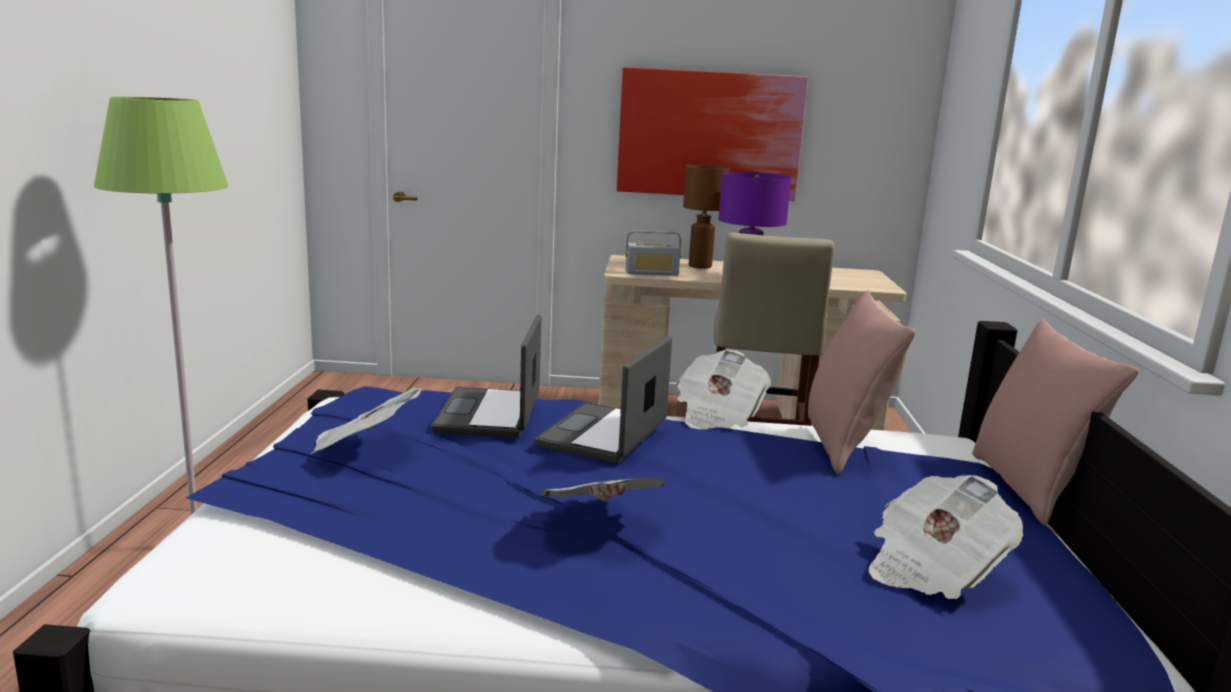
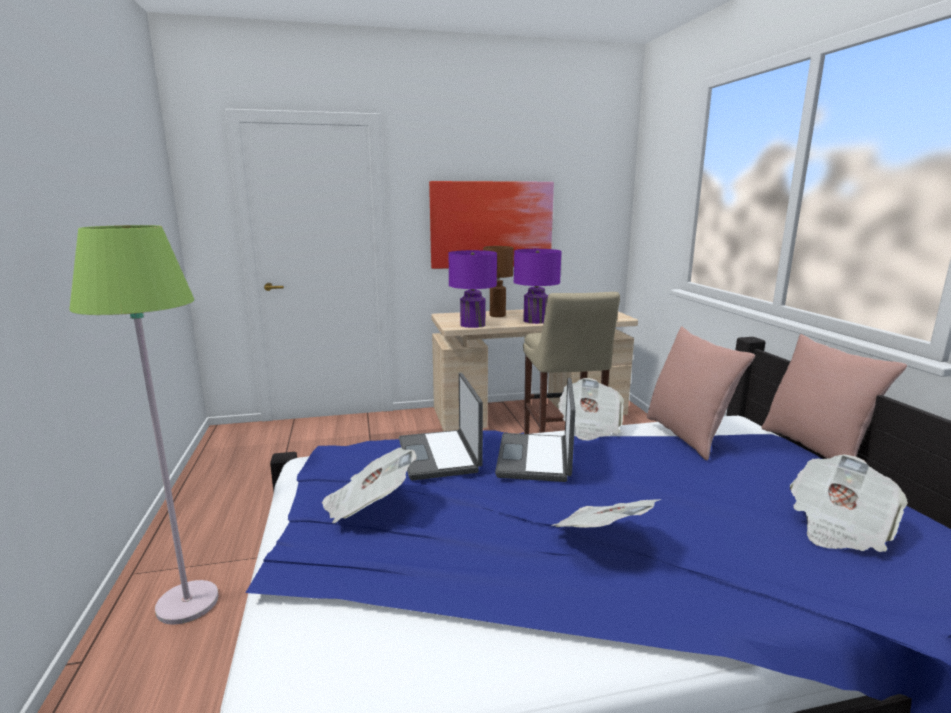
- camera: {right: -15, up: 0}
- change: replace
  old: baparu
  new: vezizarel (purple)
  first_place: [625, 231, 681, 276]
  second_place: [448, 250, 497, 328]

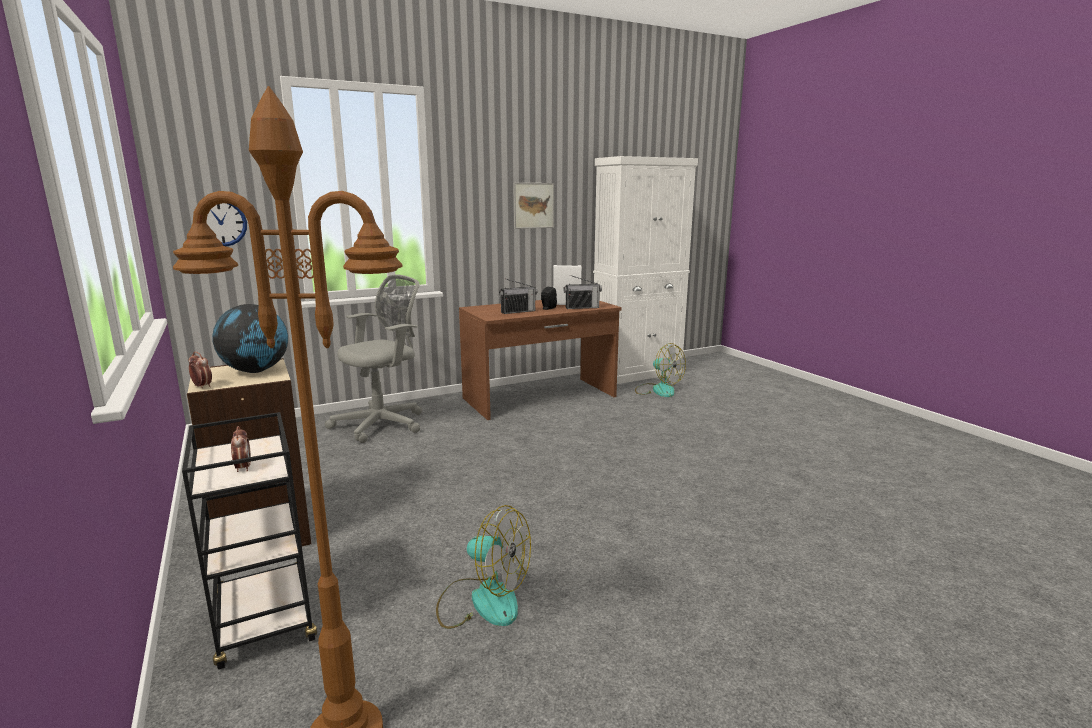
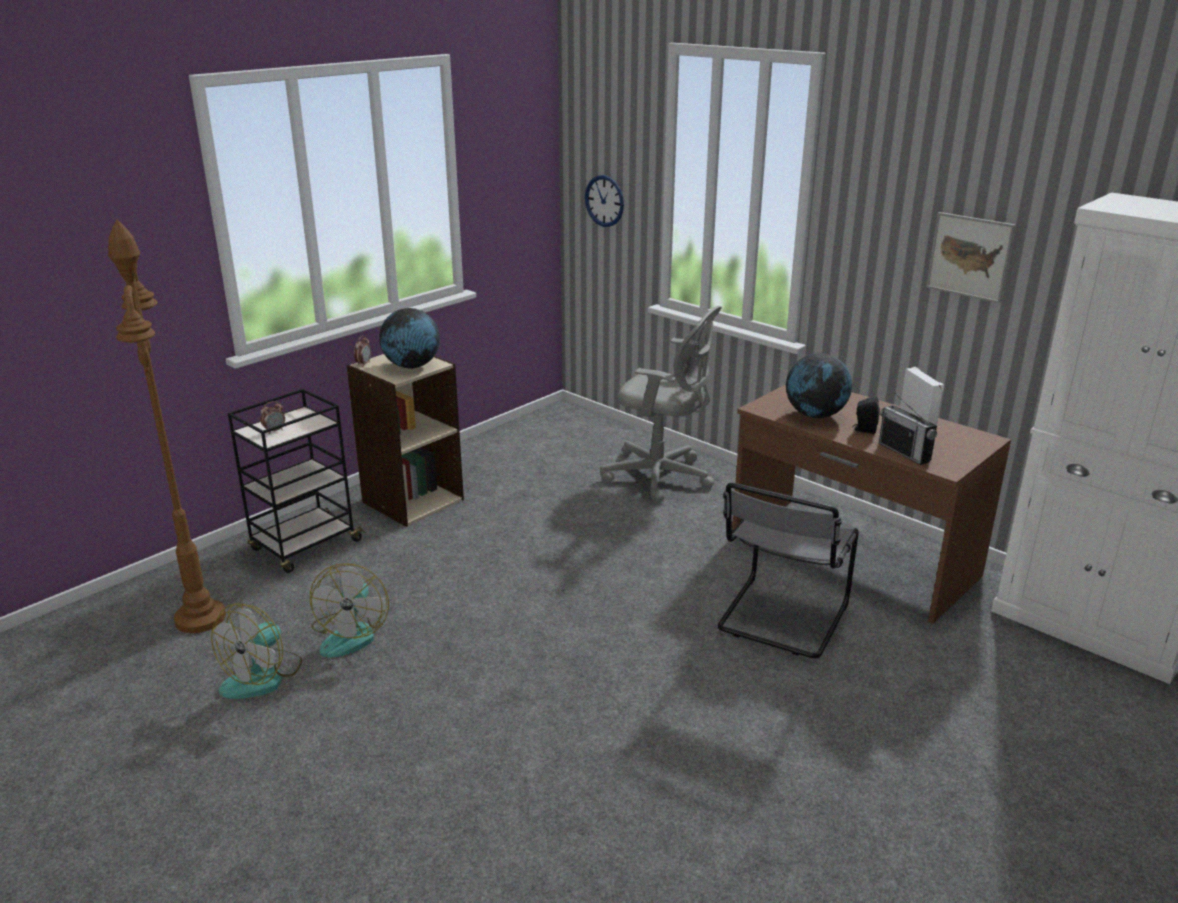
- camera: {right: 70, up: 10}
- change: replace
  old: baparu
  new: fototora
  first_place: [499, 279, 537, 314]
  second_place: [786, 353, 852, 418]
- change: move
  old: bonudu
  first_place: [635, 343, 686, 397]
  second_place: [211, 603, 302, 699]
- change: insert
  new: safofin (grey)
  second_place: [718, 483, 858, 658]

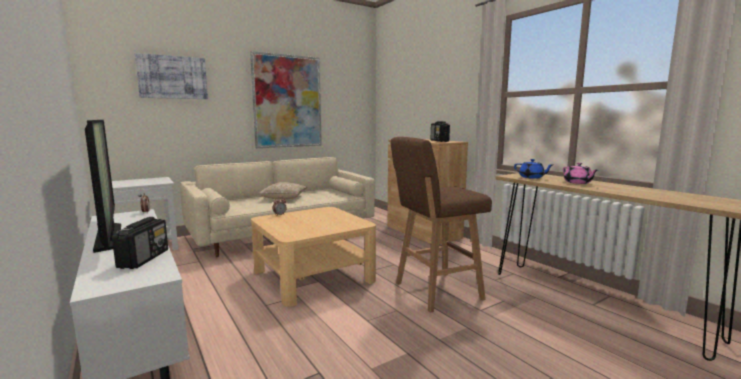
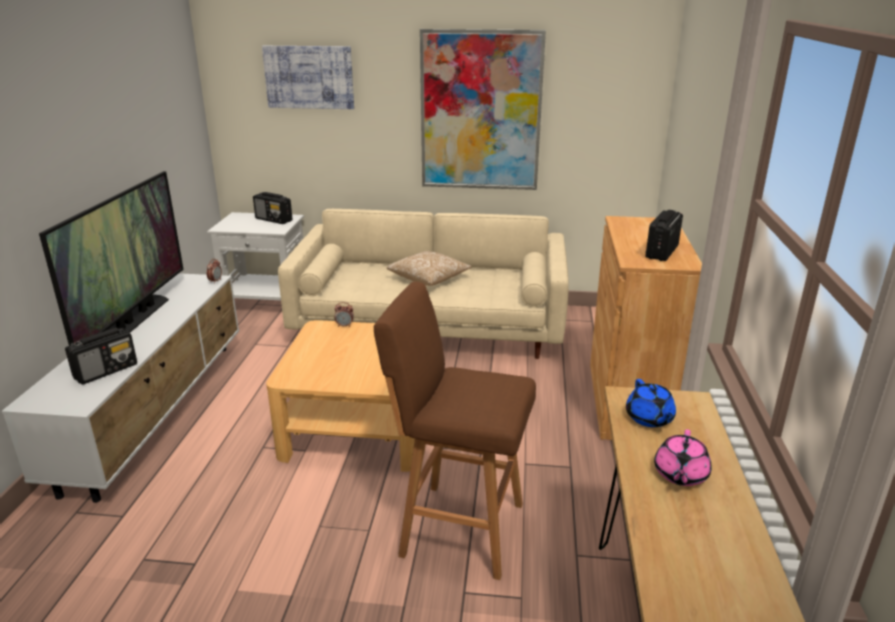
- camera: {right: 40, up: 15}
- change: insert
  new: baparu
  second_place: [253, 192, 293, 224]

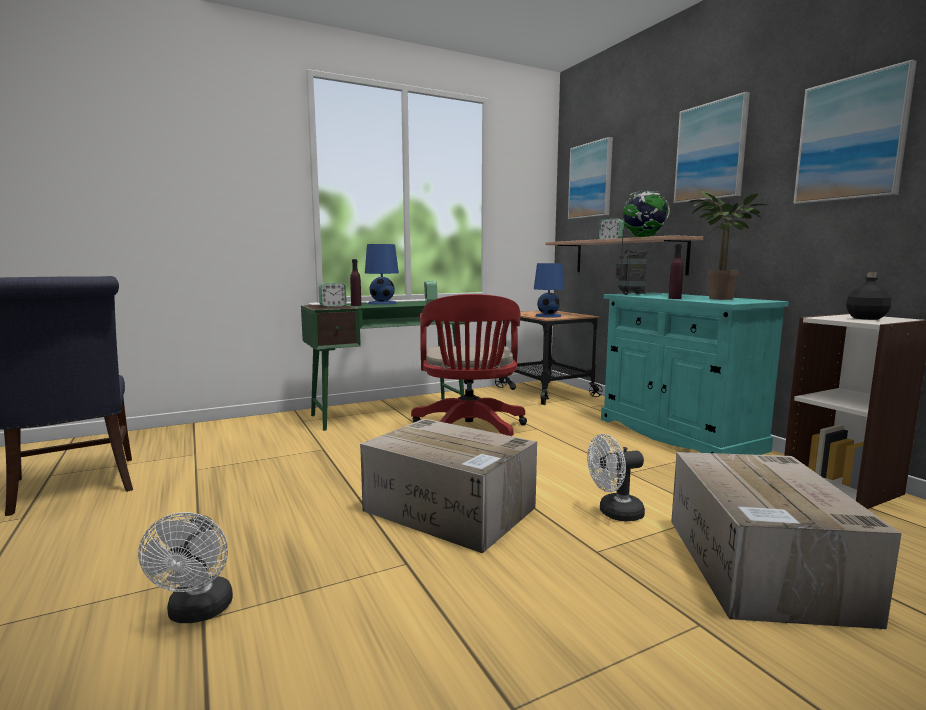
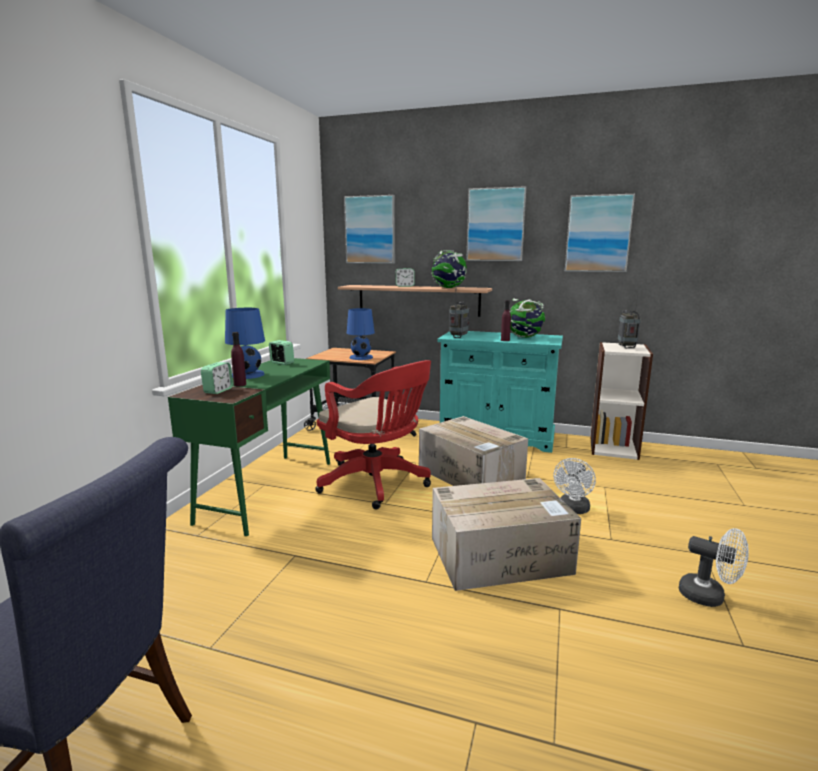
- camera: {right: -45, up: 5}
- change: move
  old: bonudu (white)
  first_place: [138, 512, 233, 623]
  second_place: [679, 528, 749, 607]
- change: move
  old: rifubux
  first_place: [671, 452, 902, 629]
  second_place: [419, 416, 528, 486]
- change: replace
  old: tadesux
  new: fototora
  first_place: [688, 191, 767, 300]
  second_place: [509, 299, 545, 338]
- change: replace
  old: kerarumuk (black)
  new: baparu
  first_place: [846, 273, 891, 320]
  second_place: [618, 294, 641, 349]

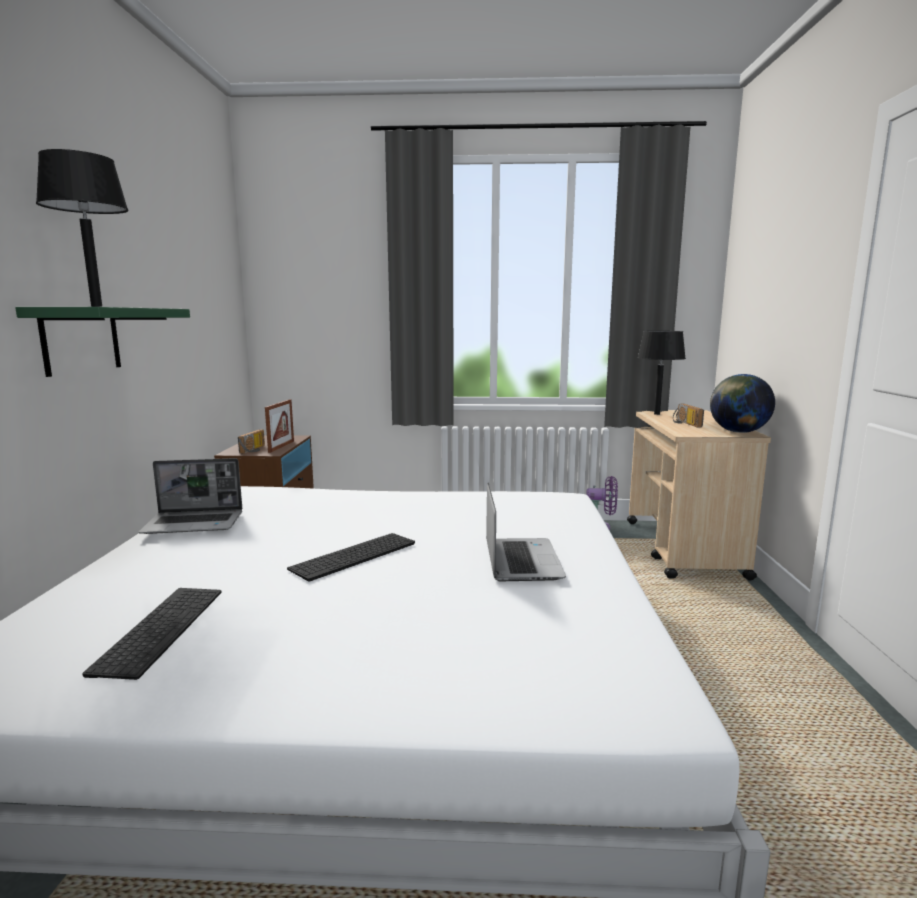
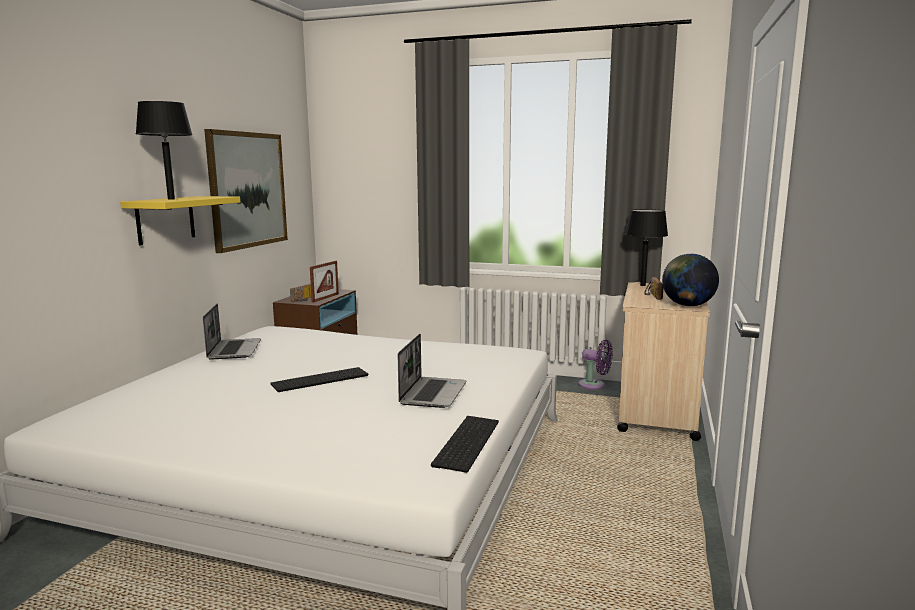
- camera: {right: 15, up: 0}
- change: recolor
  old: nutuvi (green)
  new: nutuvi (yellow)
  first_place: [15, 307, 190, 377]
  second_place: [120, 196, 240, 245]
- change: move
  old: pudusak
  first_place: [82, 588, 222, 680]
  second_place: [431, 416, 499, 473]
- change: rotate
  old: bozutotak
  first_place: [138, 458, 242, 534]
  second_place: [203, 304, 261, 360]
  degrees: -105
- change: insert
  new: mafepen
  second_place: [204, 129, 288, 253]

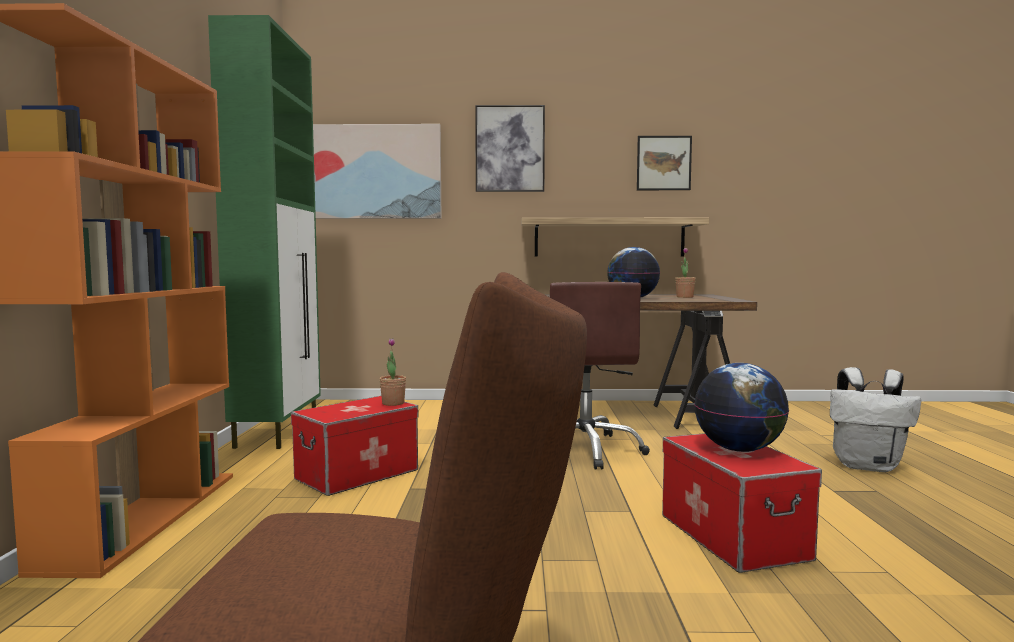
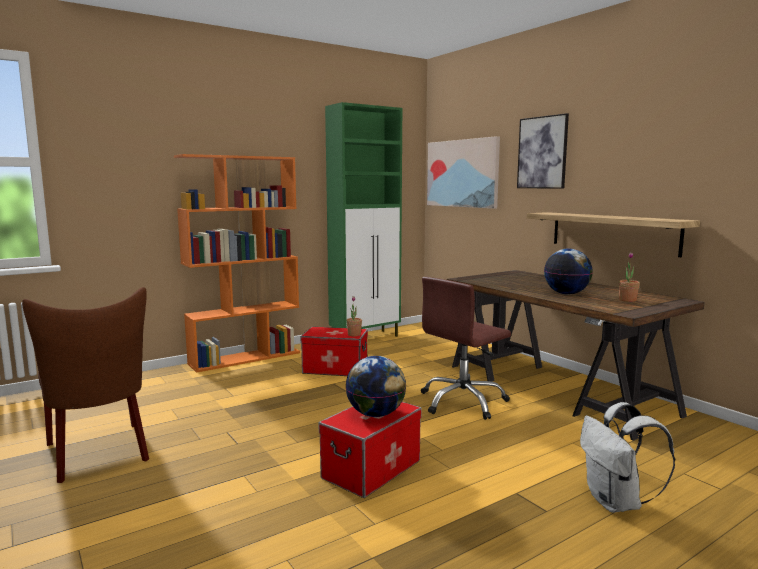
- camera: {right: 55, up: 5}
- change: delete
  old: mafepen
  first_place: [637, 136, 692, 190]

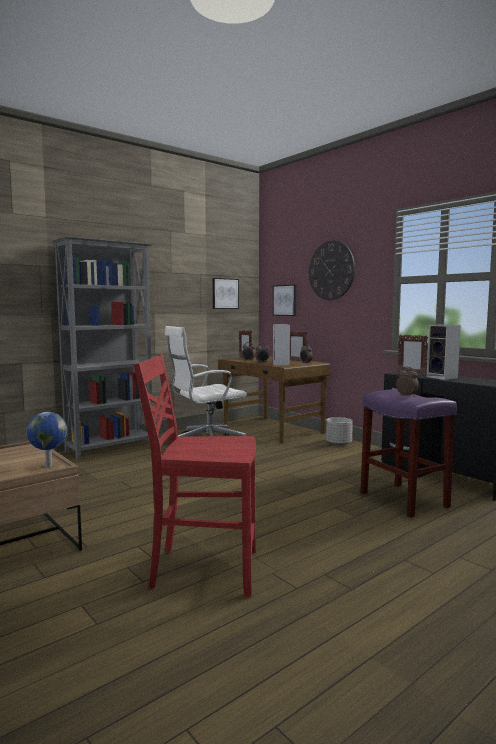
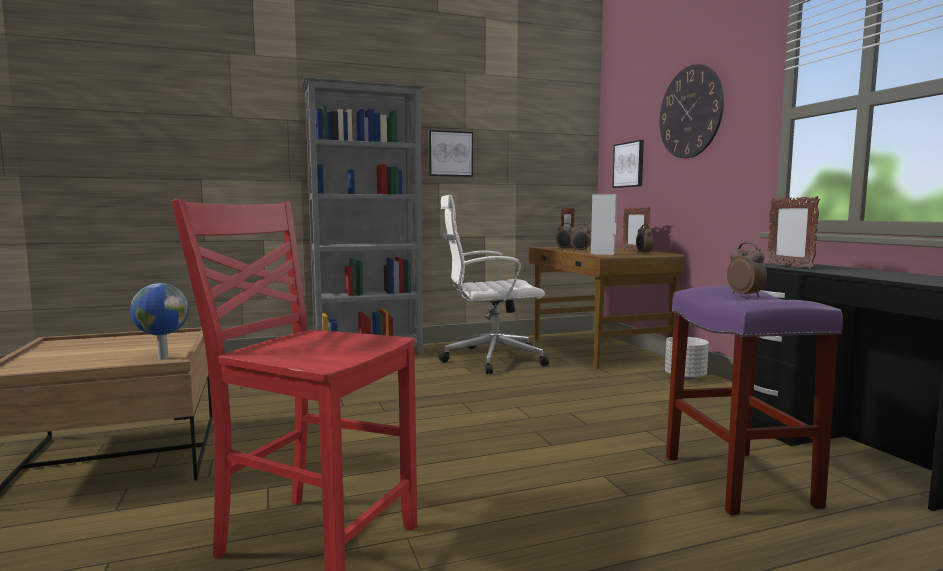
- camera: {right: 20, up: 0}
- change: move
  old: mafepen
  first_place: [212, 278, 239, 309]
  second_place: [429, 130, 473, 177]
- change: delete
  old: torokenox
  first_place: [427, 325, 461, 380]

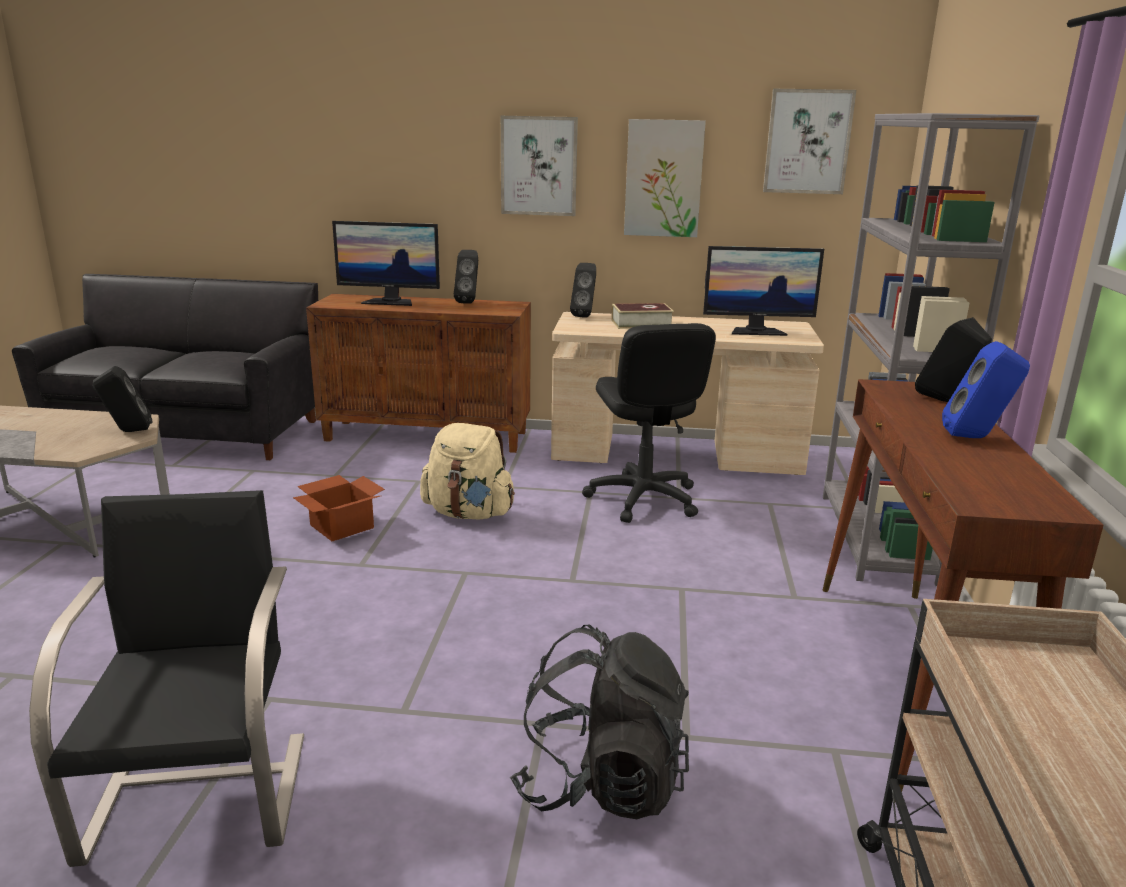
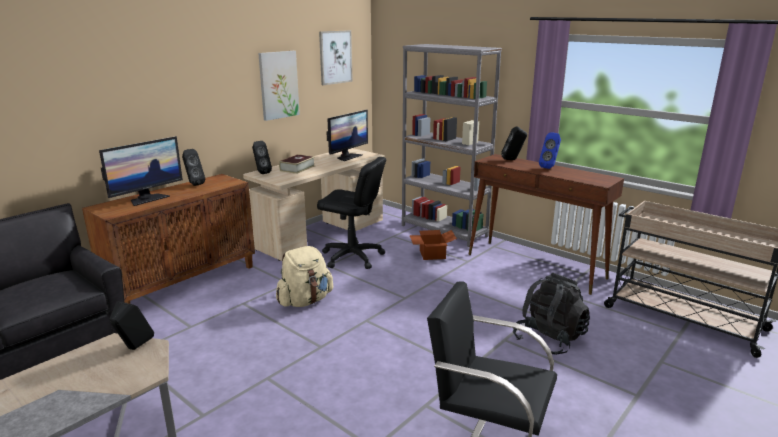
- camera: {right: -55, up: 0}
- change: move
  old: rifubux
  first_place: [293, 475, 385, 541]
  second_place: [409, 230, 457, 260]
- change: delete
  old: mafepen
  first_place: [501, 116, 578, 216]

